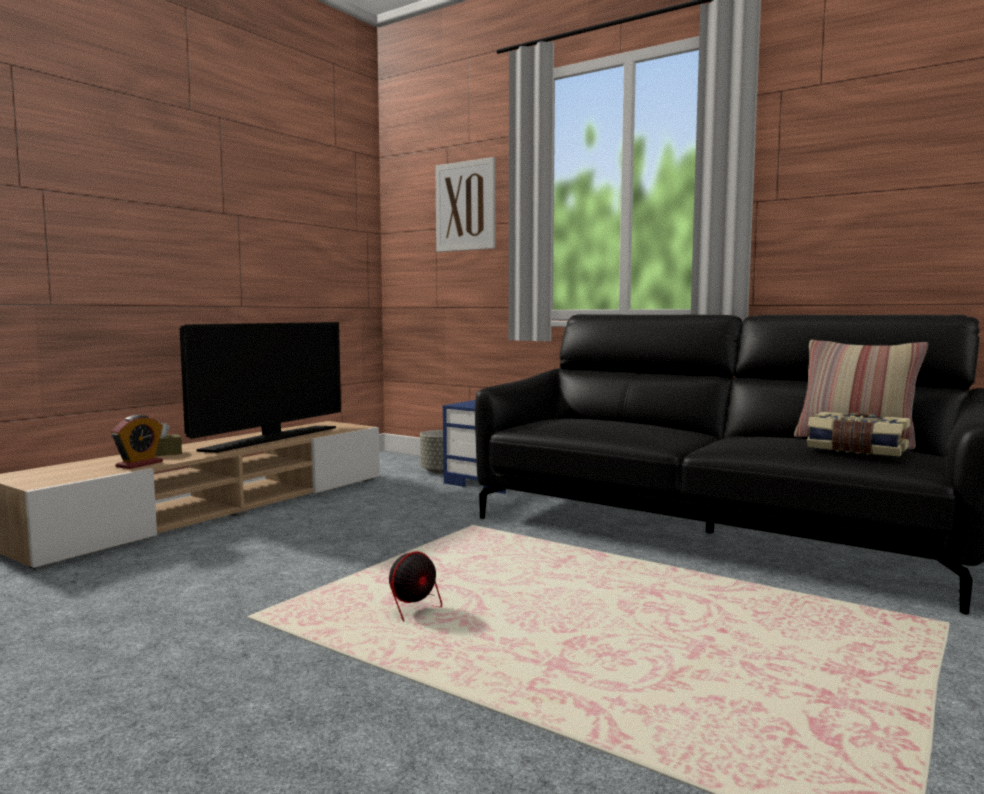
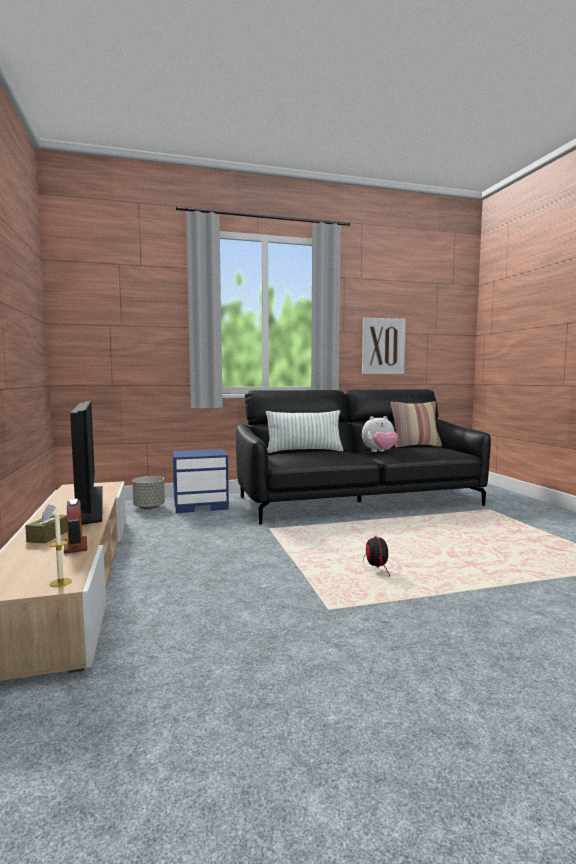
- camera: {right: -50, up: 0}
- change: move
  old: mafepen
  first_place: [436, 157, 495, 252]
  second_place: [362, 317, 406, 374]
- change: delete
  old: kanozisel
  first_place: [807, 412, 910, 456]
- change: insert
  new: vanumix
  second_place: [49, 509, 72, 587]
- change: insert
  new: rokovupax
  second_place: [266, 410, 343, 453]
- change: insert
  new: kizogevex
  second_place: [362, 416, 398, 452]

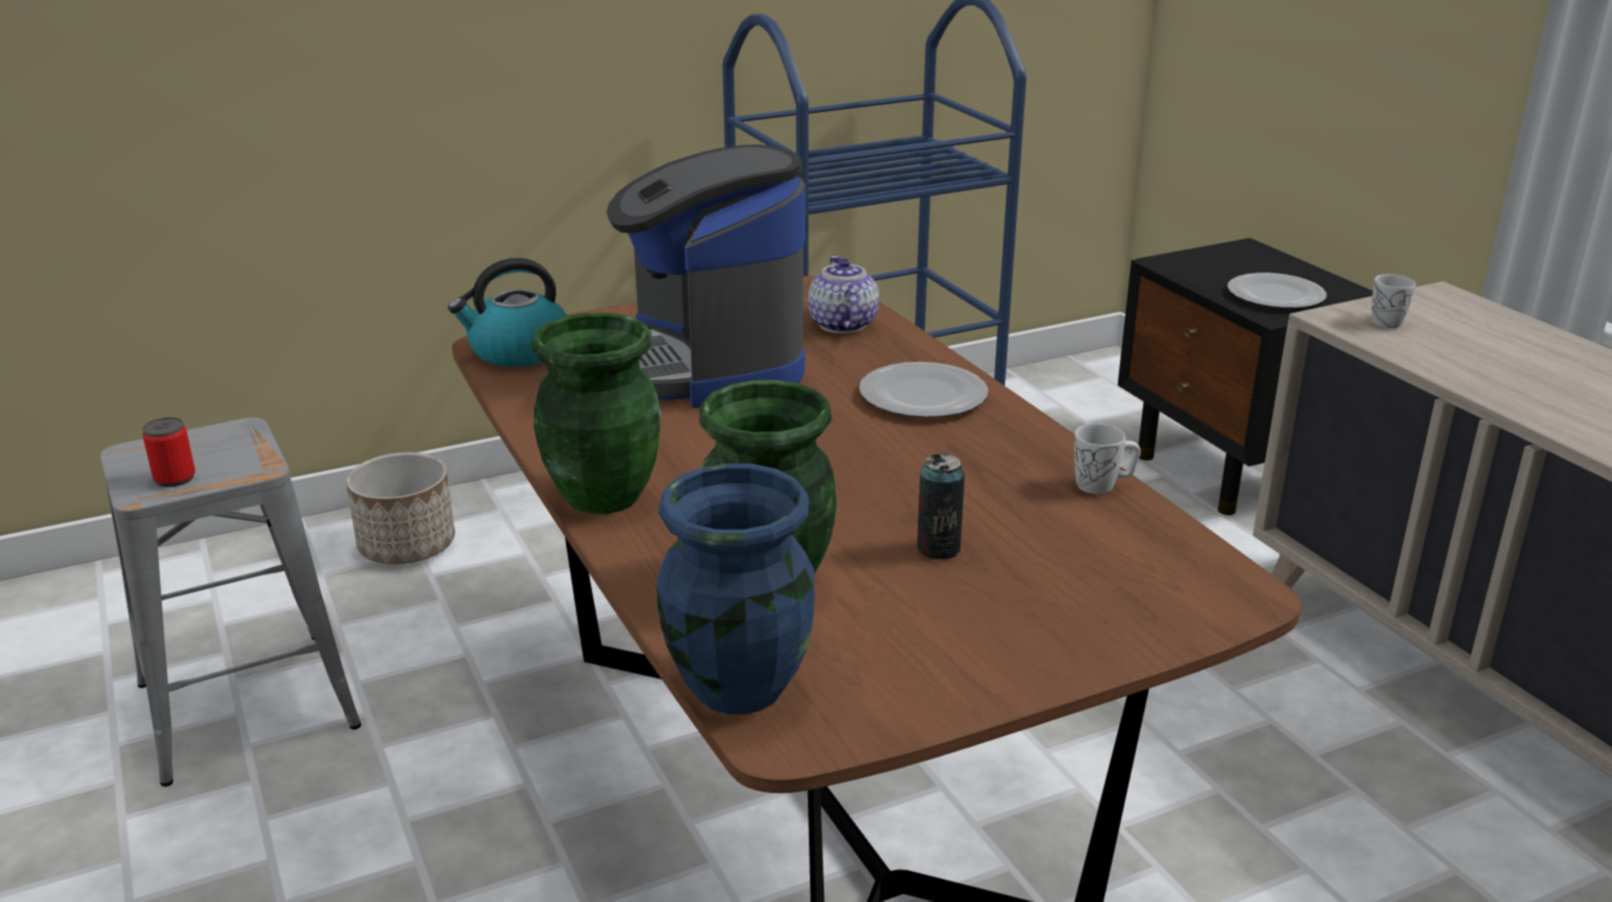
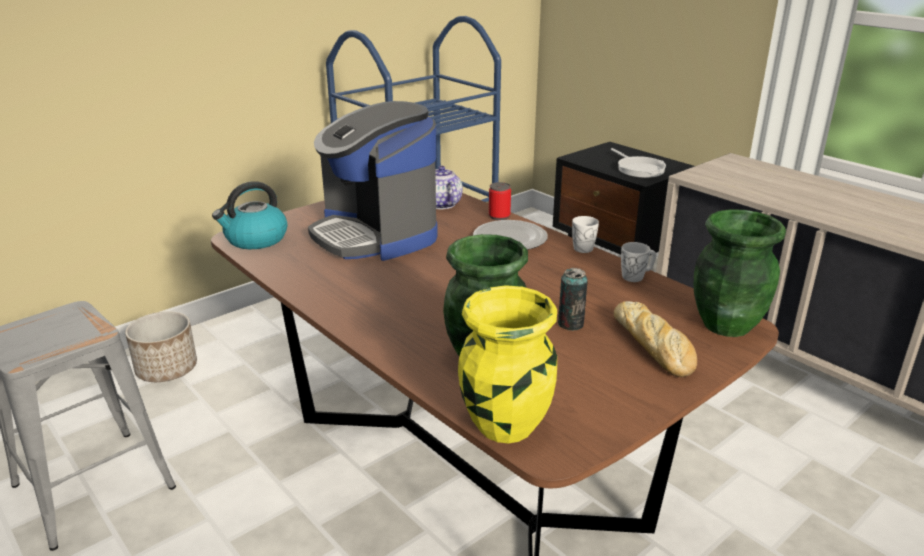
- camera: {right: -15, up: 0}
- change: move
  old: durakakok
  first_place: [142, 417, 195, 487]
  second_place: [489, 182, 511, 220]
- change: move
  old: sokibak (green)
  first_place: [531, 313, 661, 514]
  second_place: [694, 209, 786, 337]
- change: recolor
  old: sokibak (blue)
  new: sokibak (yellow)
  first_place: [657, 464, 815, 714]
  second_place: [458, 285, 557, 443]
- change: replace
  old: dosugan
  new: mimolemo
  first_place: [1227, 273, 1327, 308]
  second_place: [611, 148, 666, 178]
- change: move
  old: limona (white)
  first_place: [1372, 274, 1416, 328]
  second_place: [572, 216, 599, 253]
- change: insert
  new: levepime
  second_place: [614, 301, 697, 377]

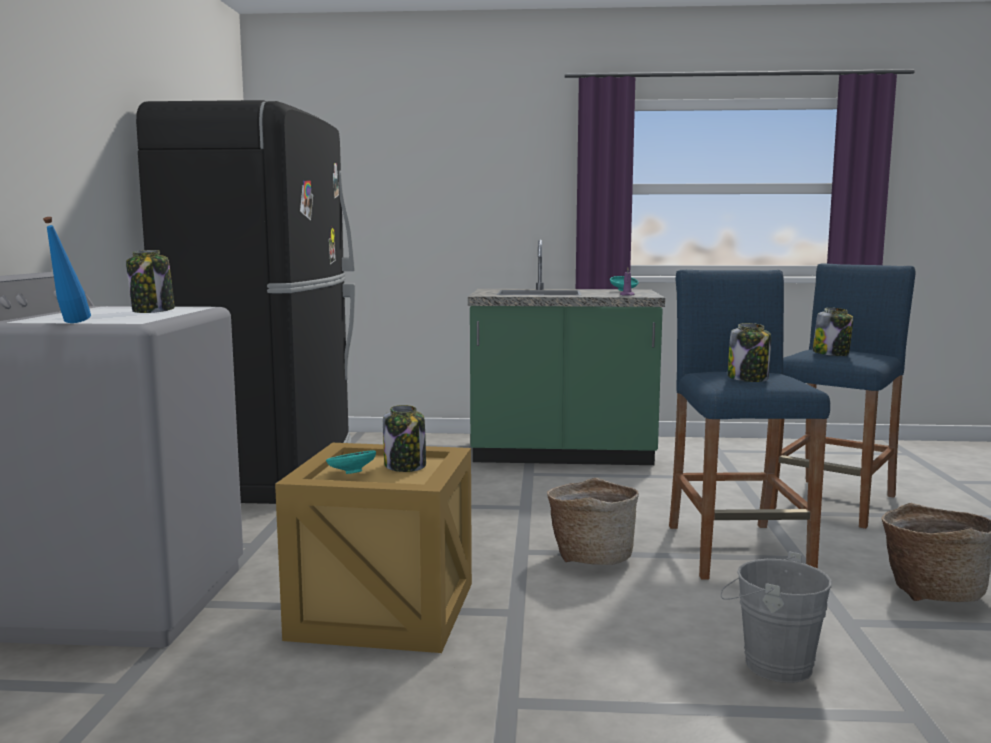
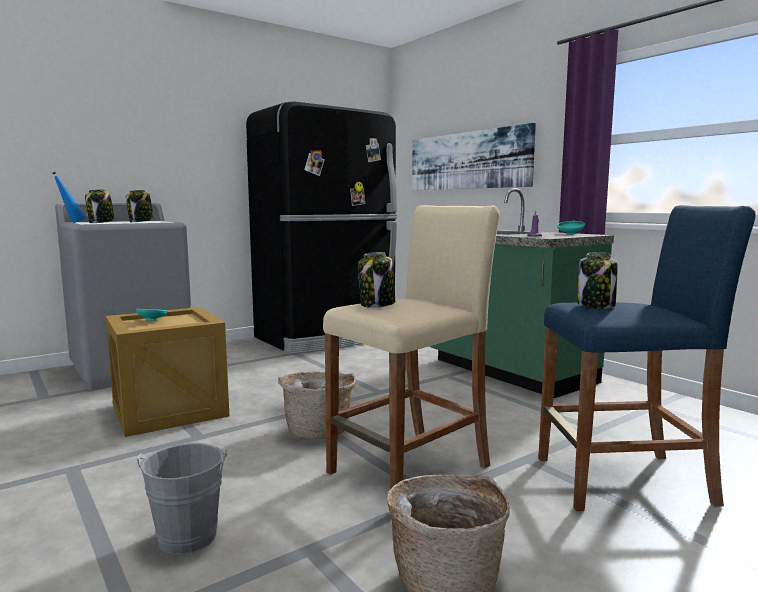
- camera: {right: 50, up: 0}
- change: move
  old: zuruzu
  first_place: [383, 405, 426, 472]
  second_place: [85, 189, 115, 223]
- change: recolor
  old: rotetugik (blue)
  new: rotetugik (beige)
  first_place: [669, 270, 830, 579]
  second_place: [323, 205, 500, 489]
- change: insert
  new: mafepen
  second_place: [412, 123, 536, 190]

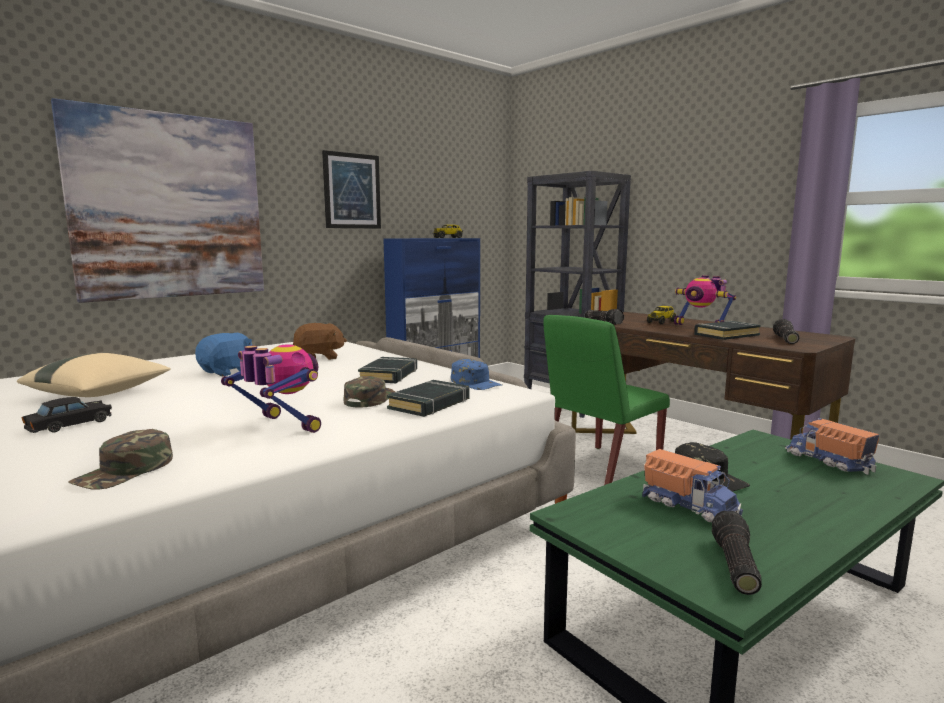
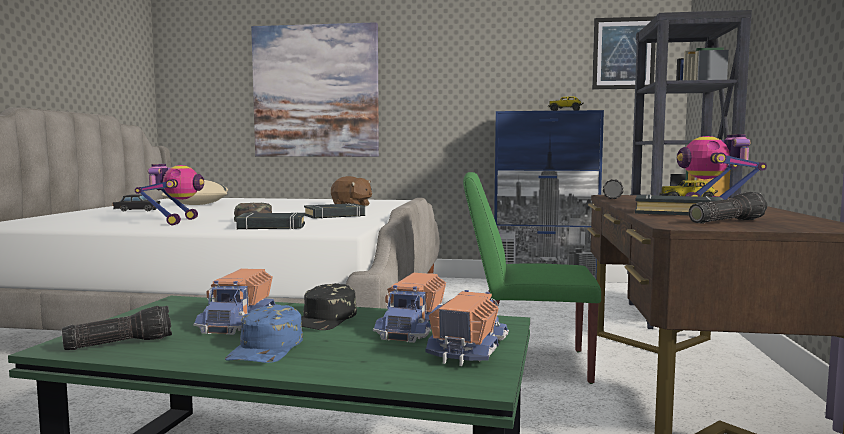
- camera: {right: 50, up: -5}
- change: delete
  old: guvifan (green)
  first_place: [68, 429, 173, 489]
- change: delete
  old: kizogevex (blue)
  first_place: [195, 333, 254, 376]
- change: move
  old: mafepen
  first_place: [322, 150, 381, 228]
  second_place: [592, 16, 656, 89]
- change: move
  old: guvifan (blue)
  first_place: [451, 359, 503, 390]
  second_place: [225, 305, 303, 363]
- change: insert
  new: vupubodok
  second_place: [373, 273, 446, 343]

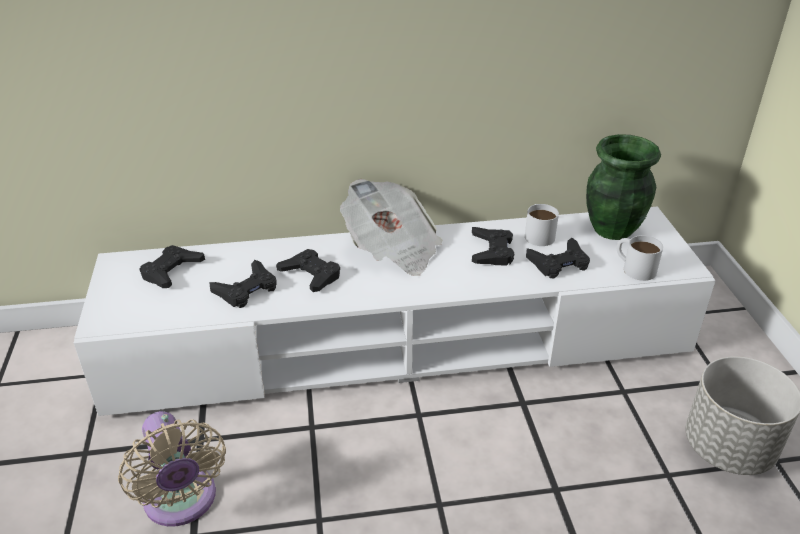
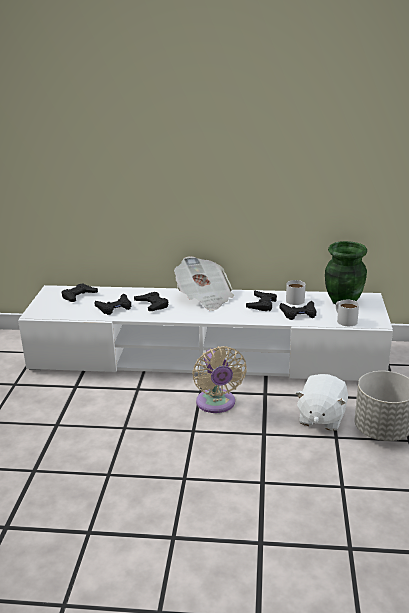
- camera: {right: 15, up: -10}
- change: move
  old: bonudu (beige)
  first_place: [118, 411, 226, 526]
  second_place: [192, 346, 247, 413]
- change: insert
  new: kizogevex (white)
  second_place: [295, 374, 348, 431]

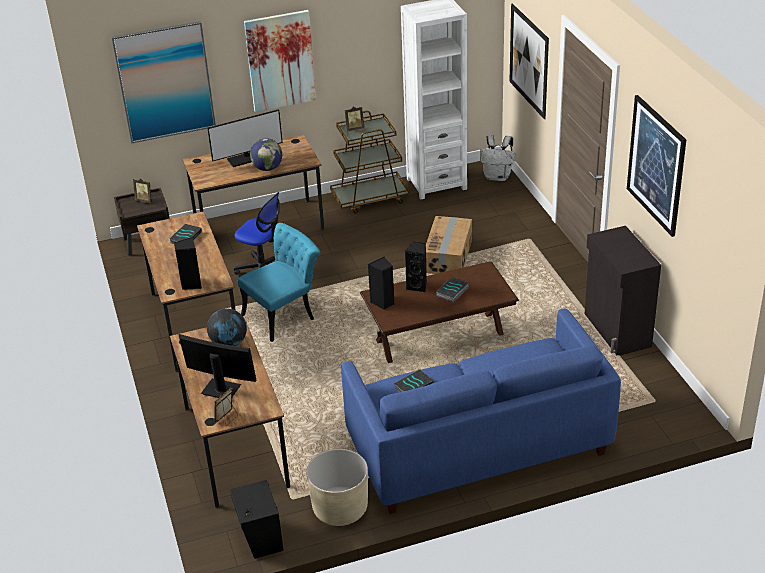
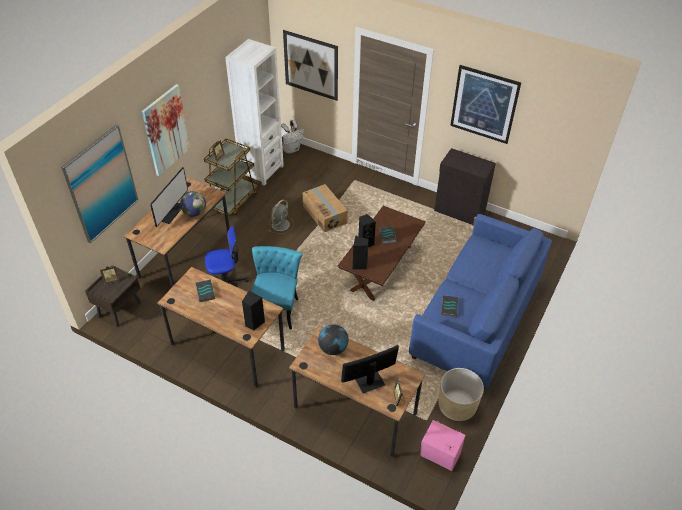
- camera: {right: -45, up: 10}
- change: recolor
  old: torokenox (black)
  new: torokenox (pink)
  first_place: [230, 480, 284, 559]
  second_place: [420, 420, 466, 471]
- change: insert
  new: bonudu (grey)
  second_place: [269, 200, 294, 234]

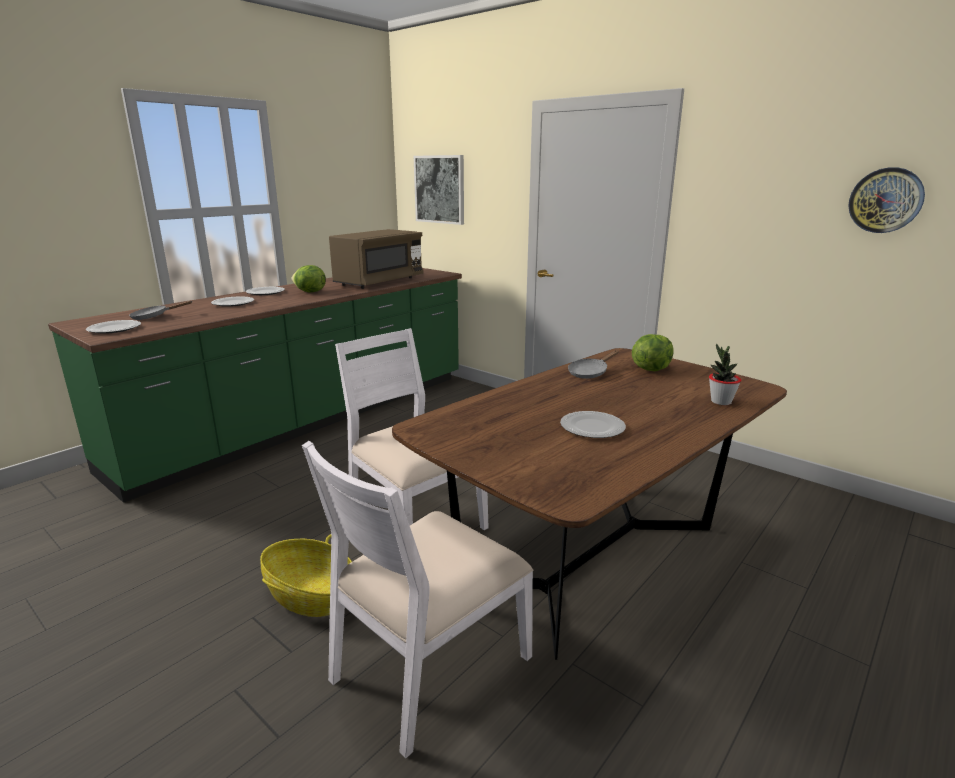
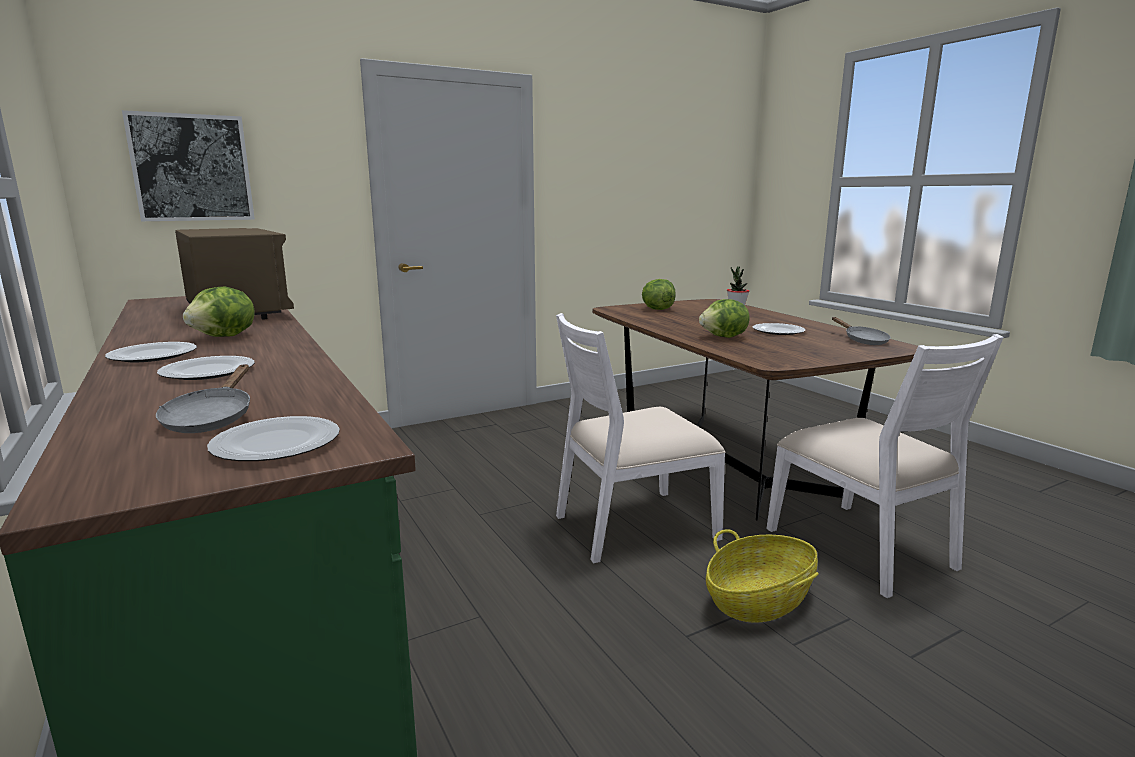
- camera: {right: -70, up: -5}
- change: move
  old: mimolemo (grey)
  first_place: [568, 350, 619, 379]
  second_place: [832, 317, 891, 345]
- change: delete
  old: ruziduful
  first_place: [848, 167, 925, 233]
- change: insert
  new: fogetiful
  second_place: [699, 299, 749, 338]

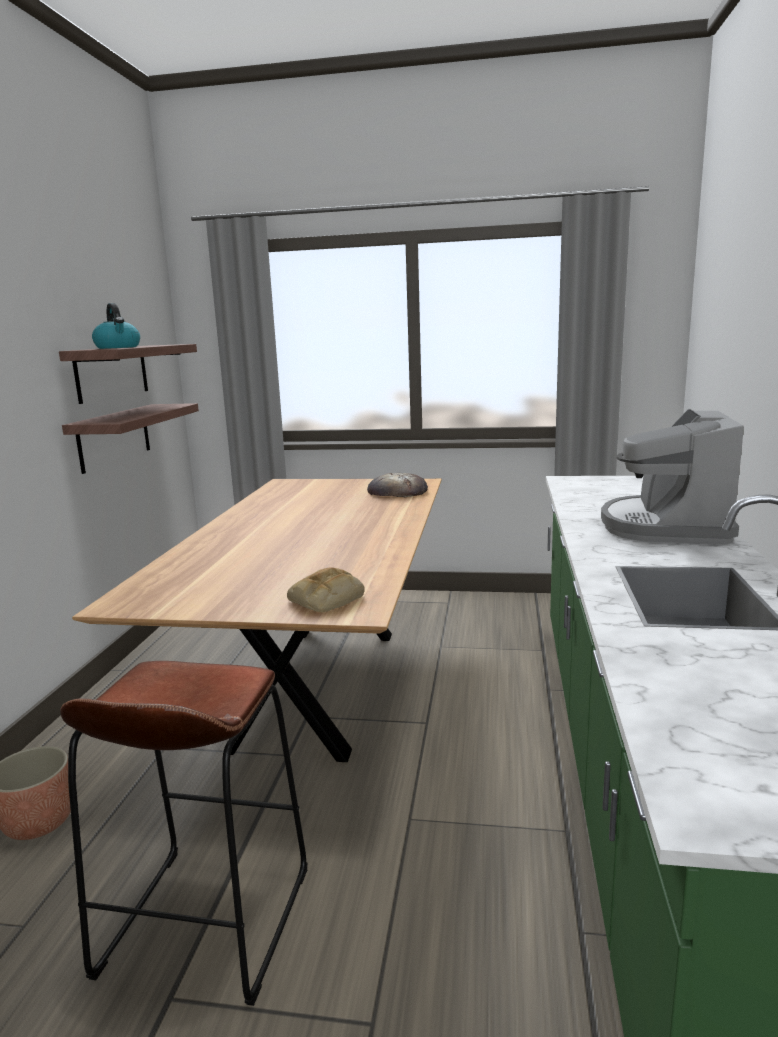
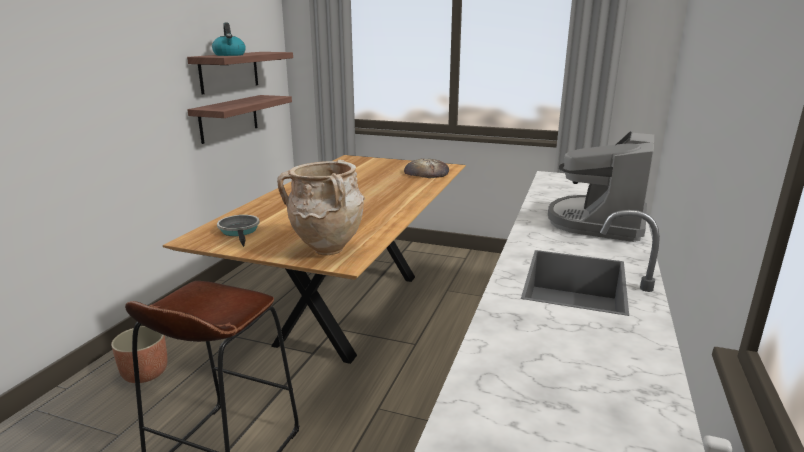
- camera: {right: 10, up: 5}
- change: replace
  old: levepime
  new: sokibak (beige)
  first_place: [287, 567, 365, 613]
  second_place: [277, 160, 365, 255]
- change: insert
  new: mimolemo
  second_place: [217, 215, 260, 247]

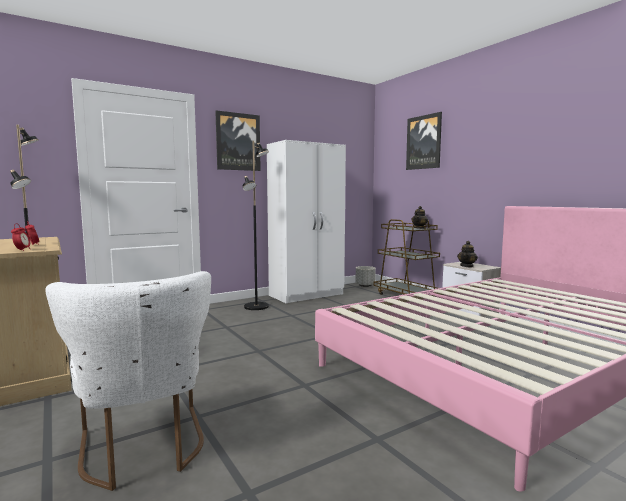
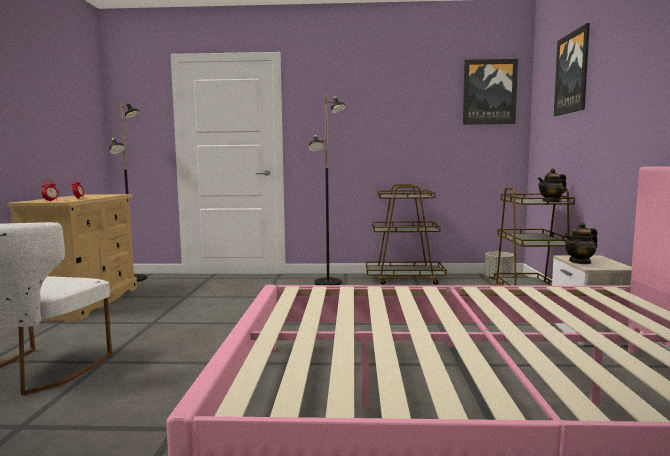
- camera: {right: 35, up: 0}
- change: move
  old: mafepen
  first_place: [215, 110, 261, 171]
  second_place: [463, 59, 518, 125]
- change: replace
  old: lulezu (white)
  new: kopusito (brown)
  first_place: [267, 140, 346, 303]
  second_place: [366, 184, 447, 285]

